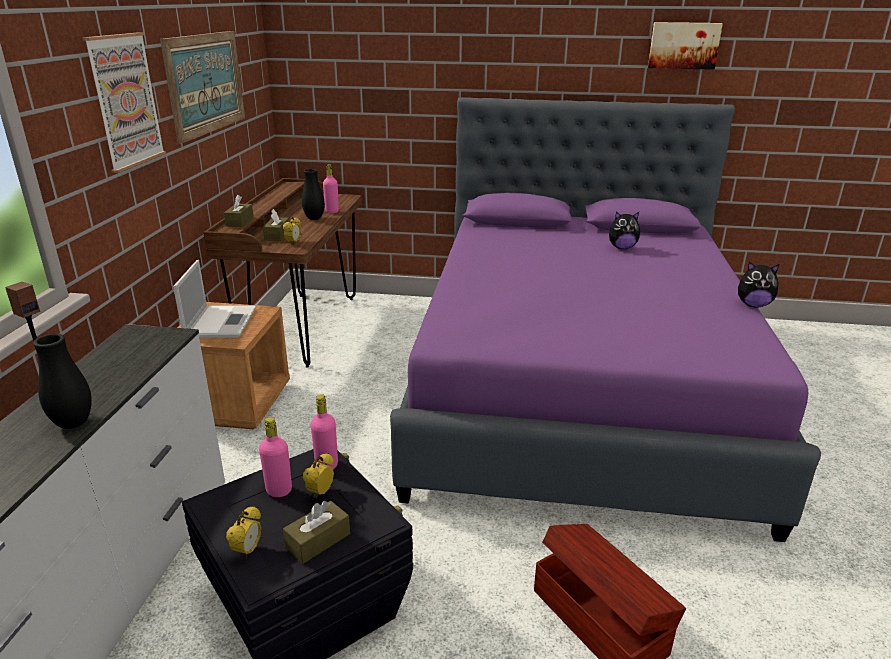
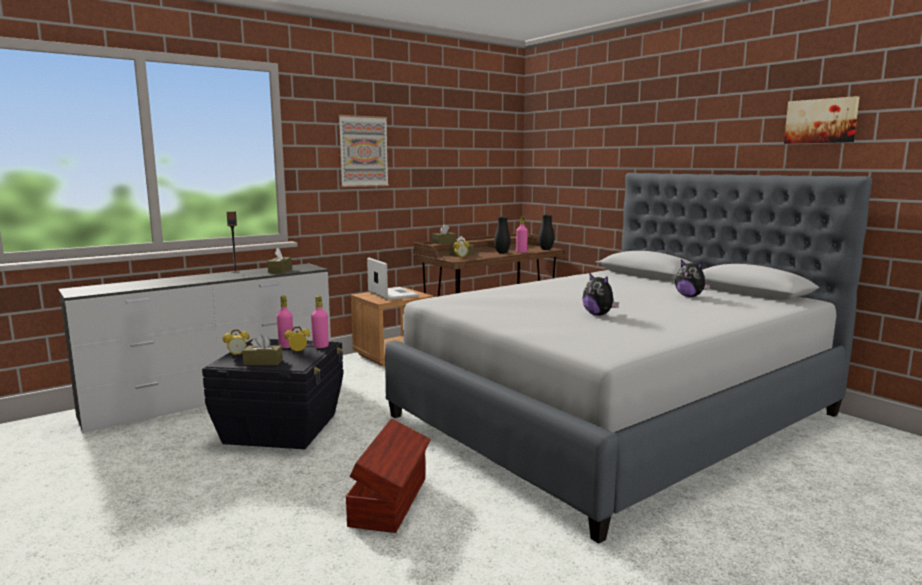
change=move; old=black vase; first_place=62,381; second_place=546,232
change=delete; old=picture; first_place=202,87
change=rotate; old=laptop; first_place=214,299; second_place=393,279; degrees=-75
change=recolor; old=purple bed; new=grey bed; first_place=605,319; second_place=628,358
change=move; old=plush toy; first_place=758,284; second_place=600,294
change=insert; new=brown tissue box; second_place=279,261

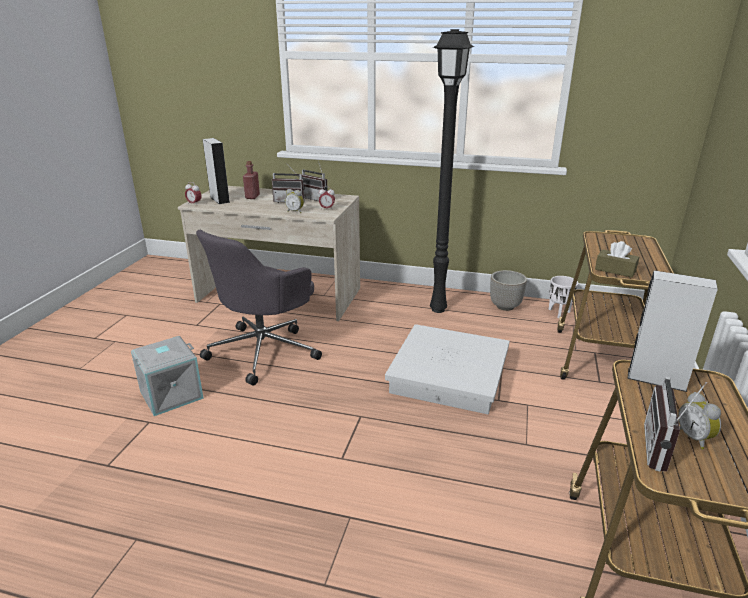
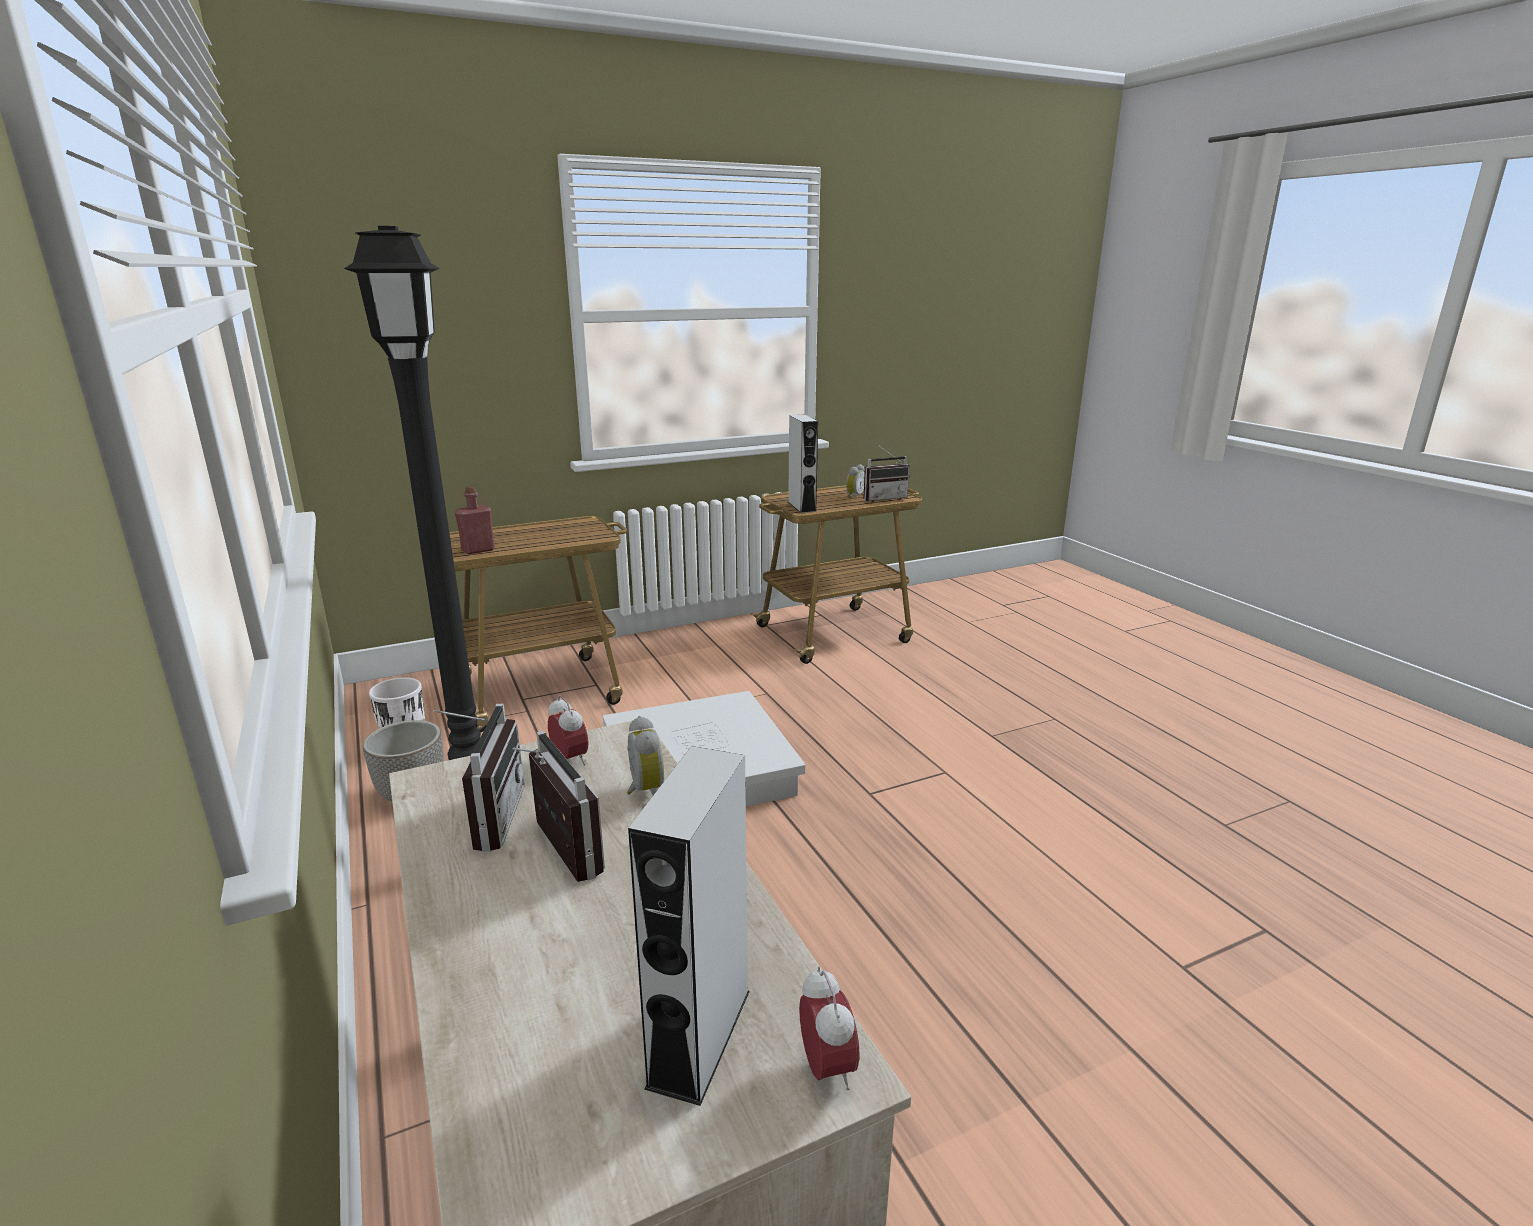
change=delete; old=grey storage box; first_place=167,376
change=delete; old=grey office chair; first_place=259,308
change=move; old=red bottle; first_place=251,180; second_place=475,520
change=delete; old=brown tissue box; first_place=617,259

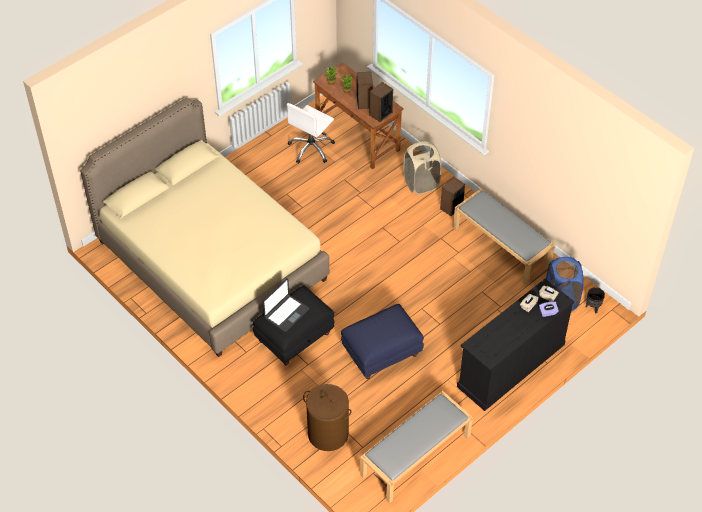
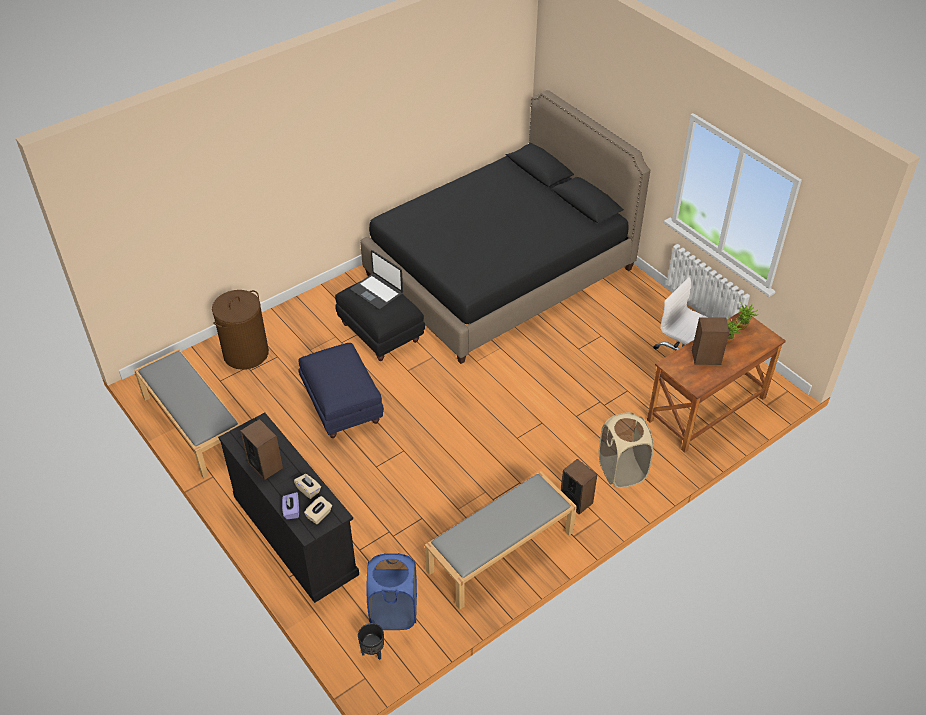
change=recolor; old=beige bed; new=black bed; first_place=204,227; second_place=505,227
change=move; old=speaker; first_place=381,102; second_place=261,449

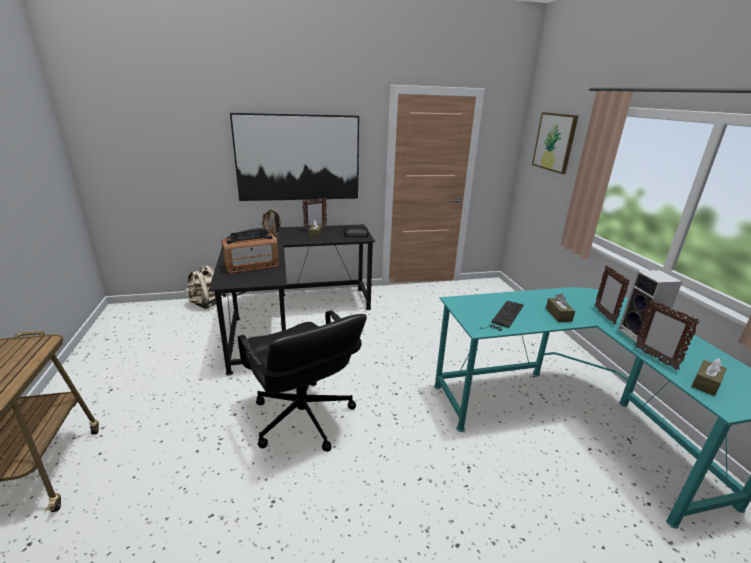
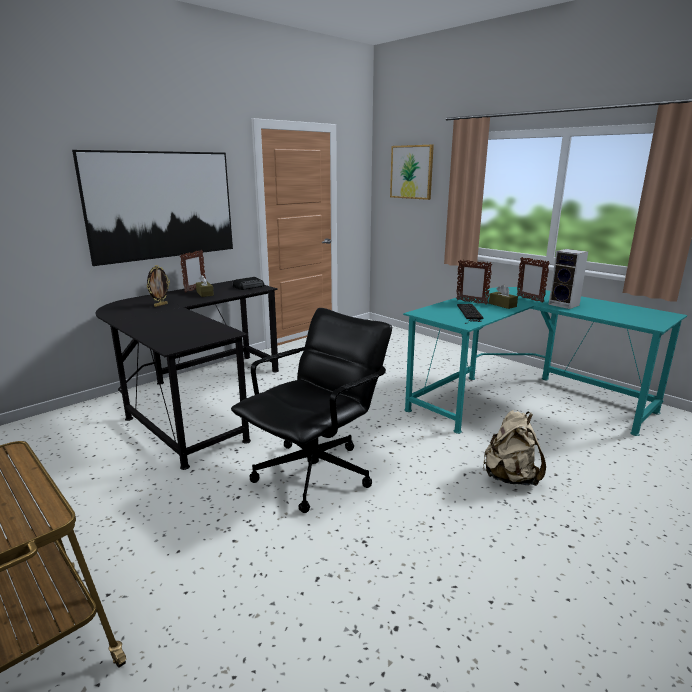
change=move; old=beige backpack; first_place=205,287; second_place=514,448
change=delete; old=radio; first_place=250,252
change=rotate; old=black office chair; first_place=302,381; second_place=311,410; degrees=-75
change=move; old=picture frame; first_place=667,335; second_place=474,282
change=delete; old=brown tissue box; first_place=709,377

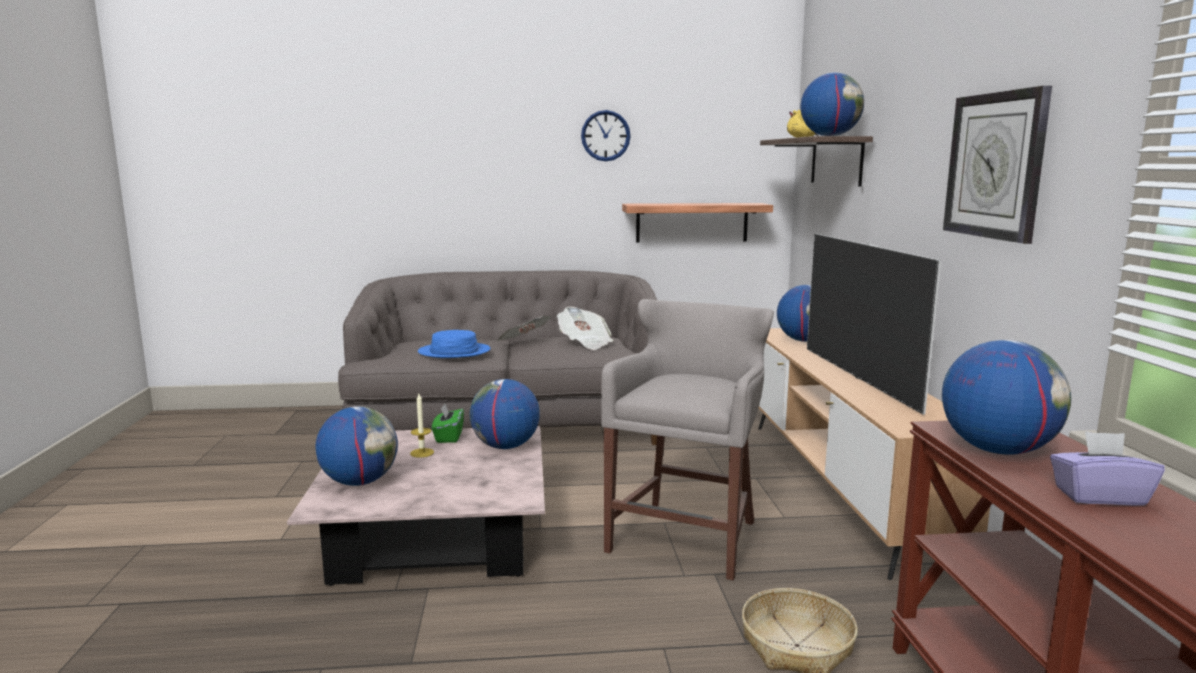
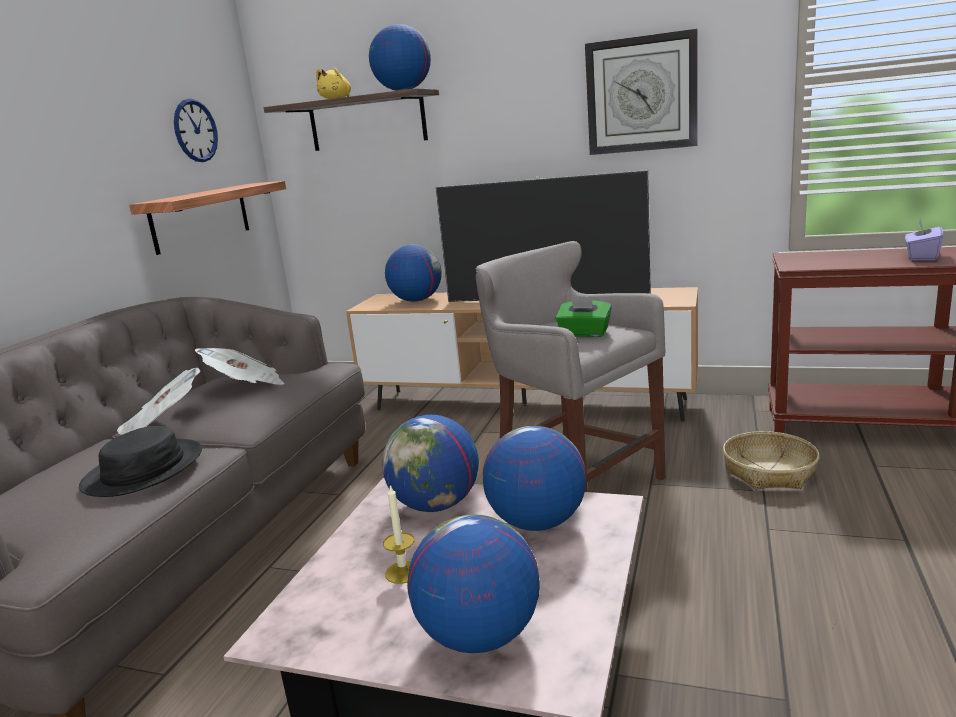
change=recolor; old=blue hat; new=black hat; first_place=454,344; second_place=140,461
change=move; old=green tissue box; first_place=448,423; second_place=583,316
change=move; old=wall clock; first_place=606,135; second_place=196,130
change=move; old=globe; first_place=1006,397; second_place=534,478

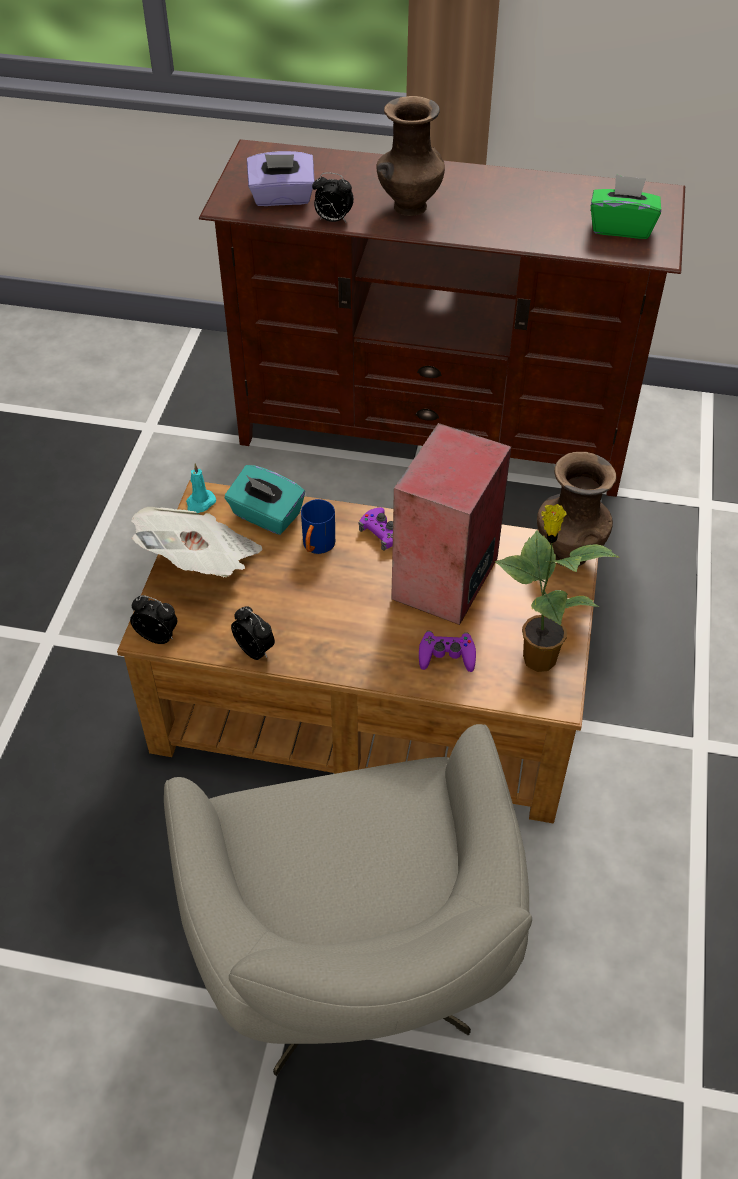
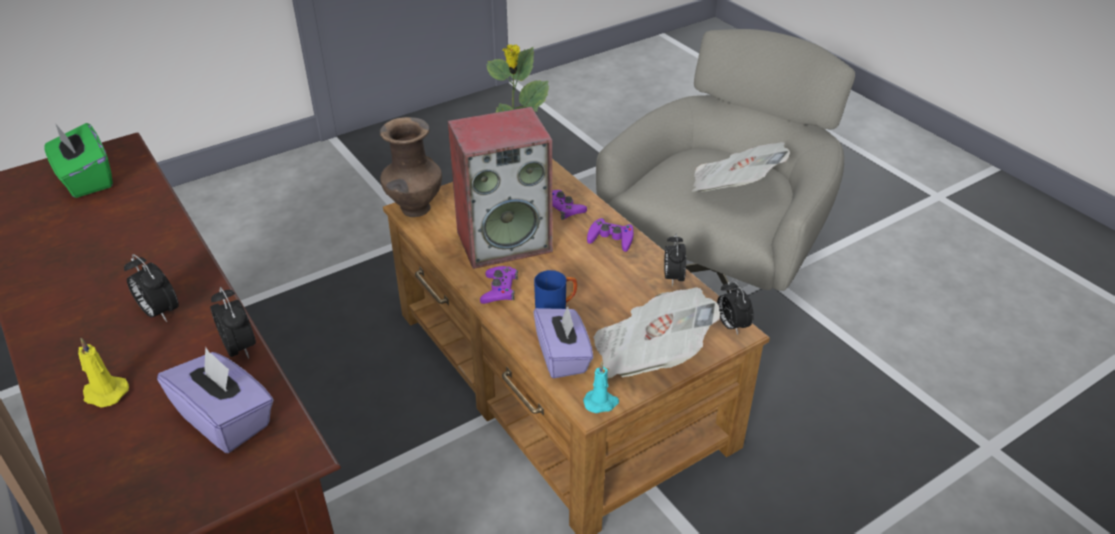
change=recolor; old=turquoise tissue box; new=purple tissue box; first_place=265,500; second_place=563,342
change=replace; old=brown vase; new=alarm clock; first_place=410,156; second_place=151,288
change=insert; new=yellow candle; second_place=103,372
change=insert; new=purple game controller; second_place=610,235
change=insert; new=newspaper; second_place=741,167

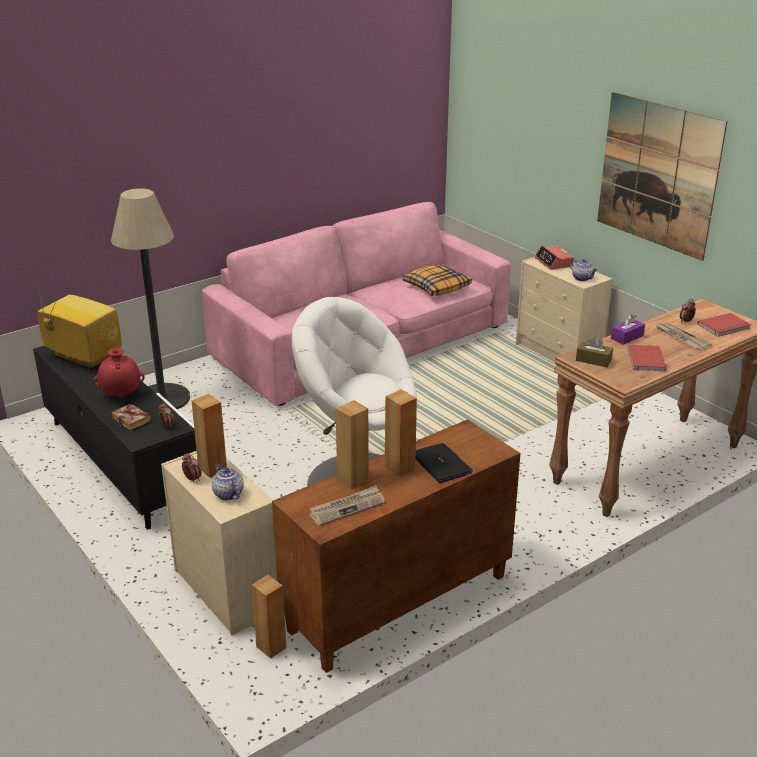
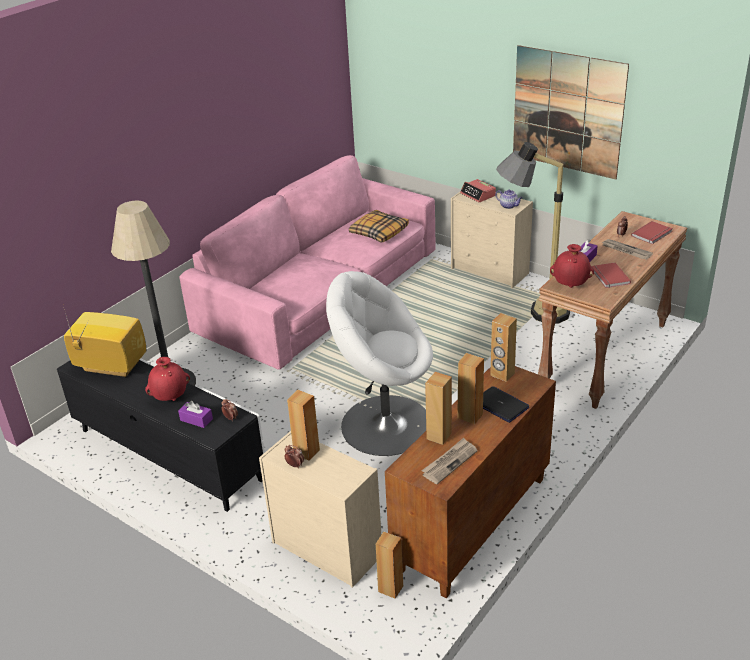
change=replace; old=book; new=purple tissue box; first_place=130,417; second_place=195,414
change=delete; old=teapot; first_place=228,481
change=replace; old=brown tissue box; new=red vase; first_place=594,351; second_place=572,266
change=insert; new=brown speaker; second_place=503,347
change=insert; new=floor lamp; second_place=533,233

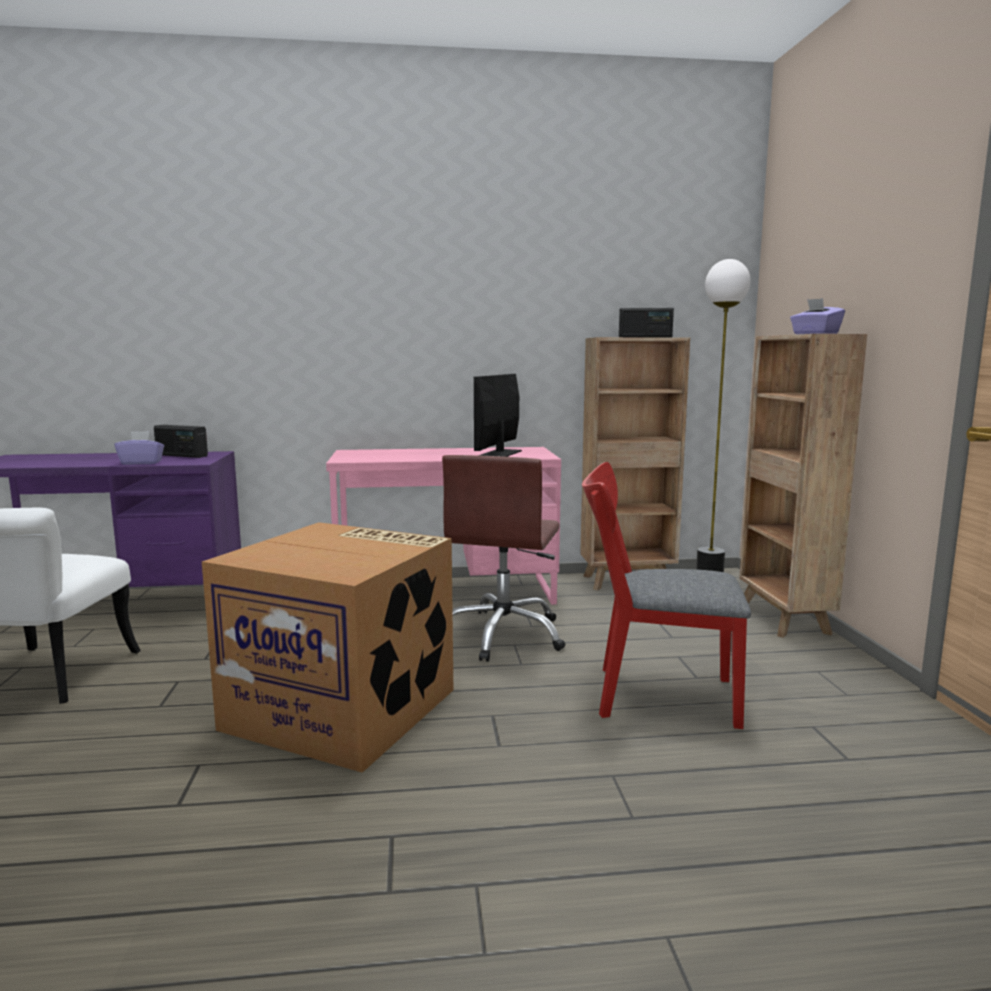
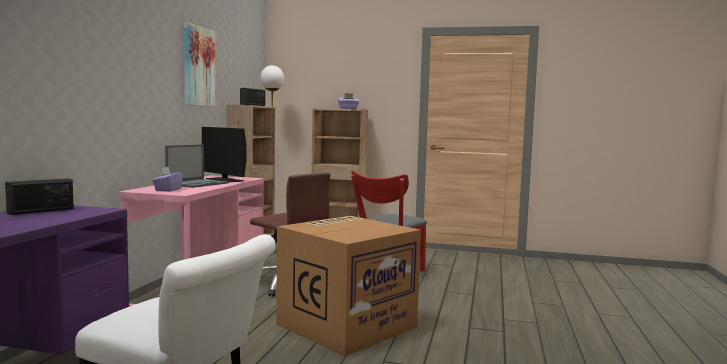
change=move; old=purple tissue box; first_place=139,448; second_place=167,179
change=insert; new=laptop; second_place=197,166
change=insert; new=picture; second_place=200,65

